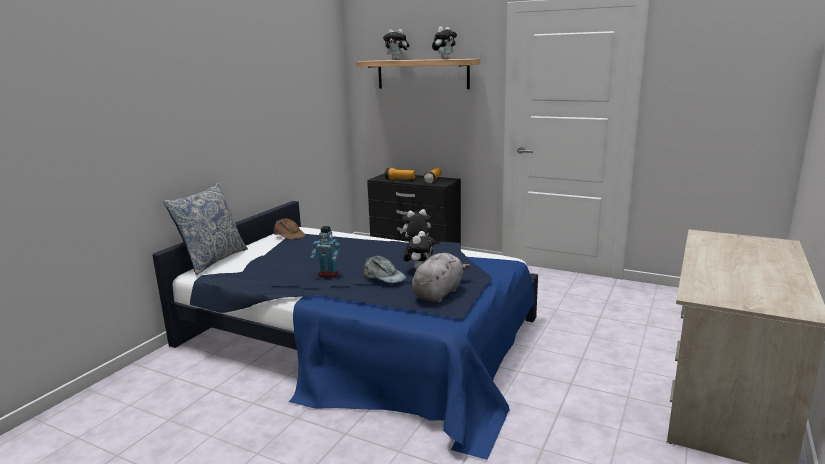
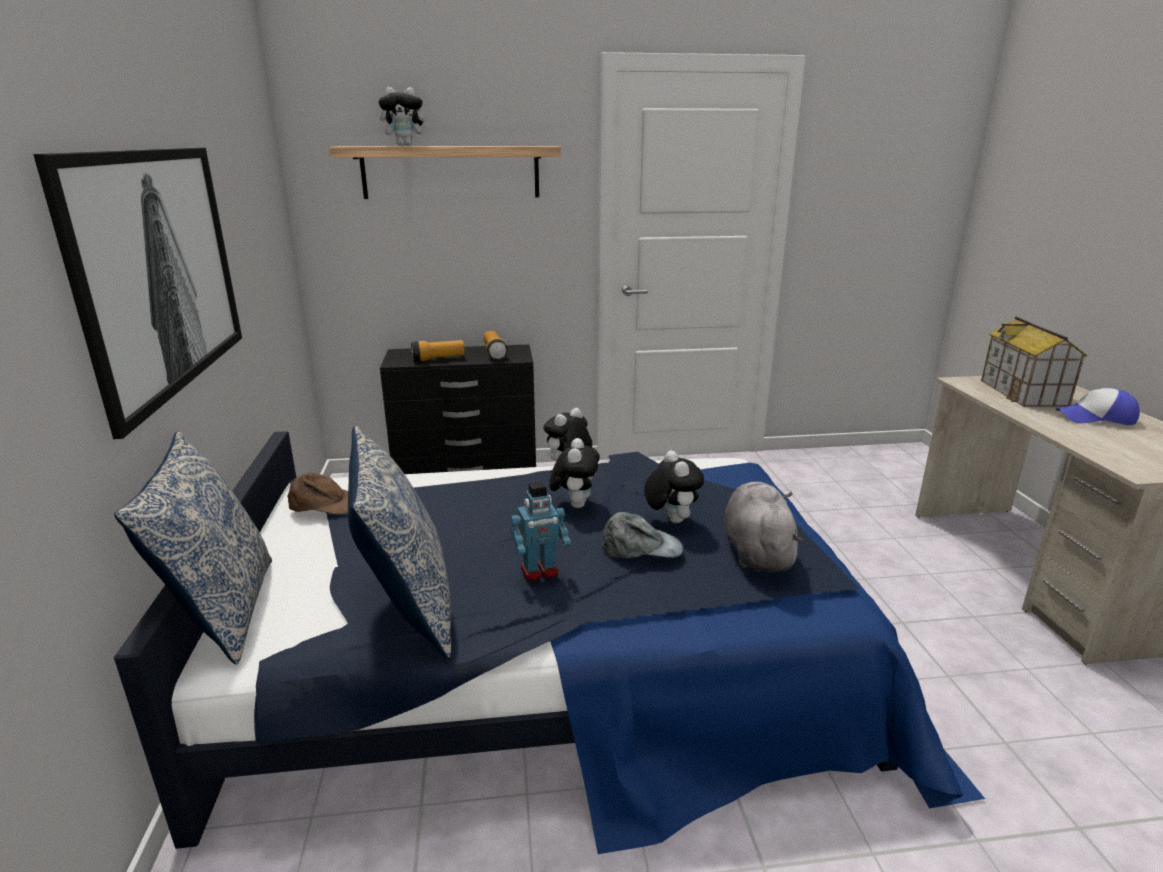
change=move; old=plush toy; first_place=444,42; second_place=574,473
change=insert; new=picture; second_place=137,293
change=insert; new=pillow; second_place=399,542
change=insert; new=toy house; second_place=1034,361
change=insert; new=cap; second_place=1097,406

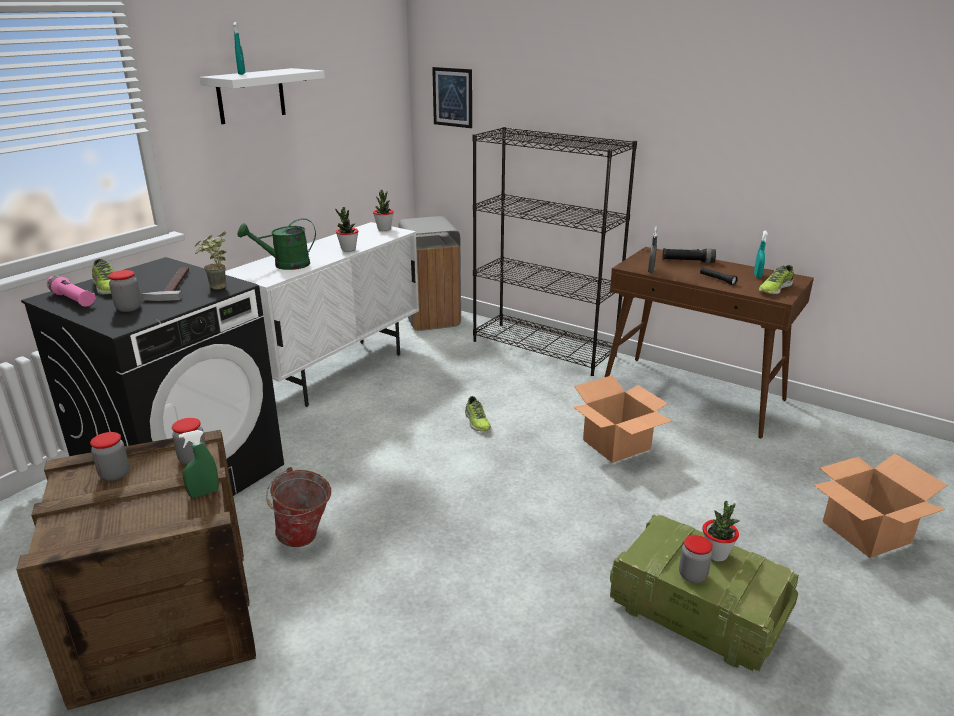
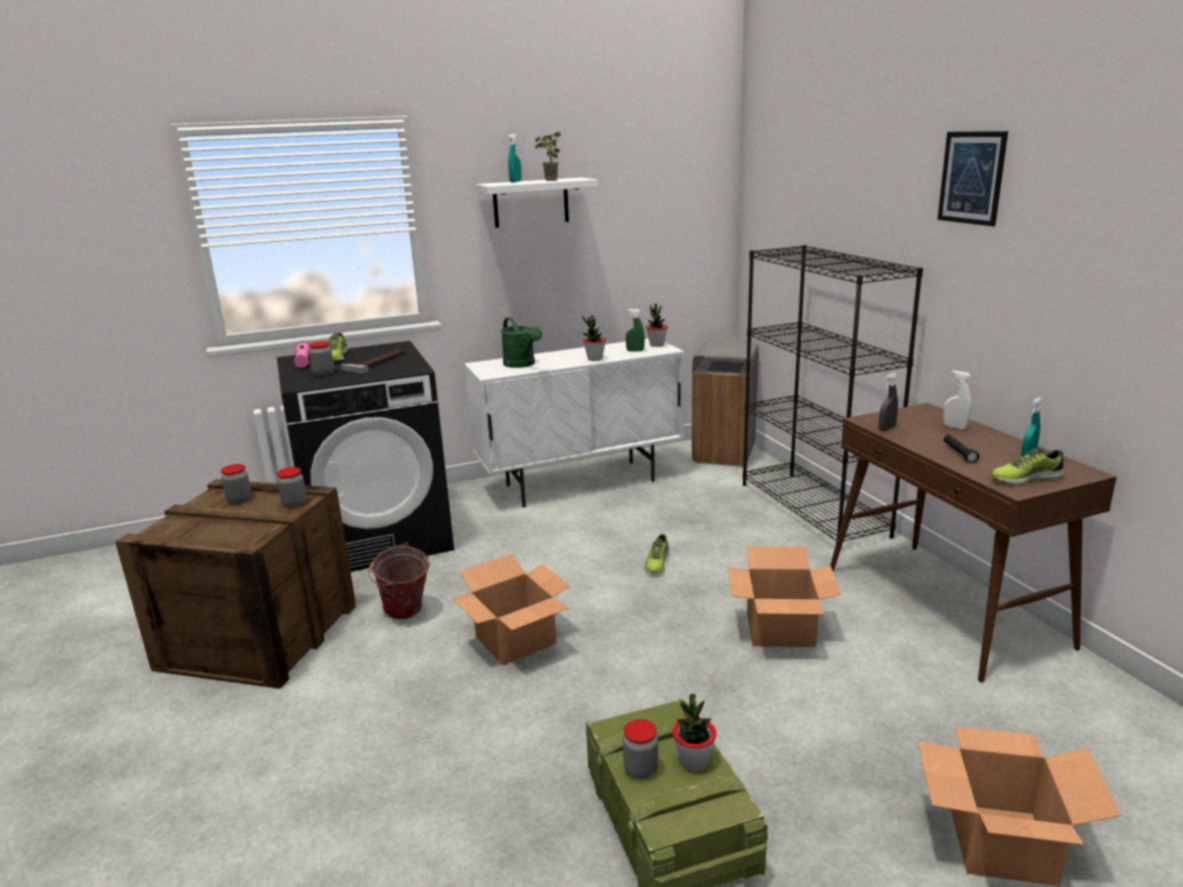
change=move; old=green spray bottle; first_place=199,463; second_place=635,330
change=move; old=potted plant; first_place=211,260; second_place=548,156
change=rotate; old=green watering can; first_place=276,244; second_place=521,342; degrees=-135
change=move; old=picture; first_place=452,97; second_place=973,178
change=replace; old=black flashlight; new=white spray bottle; first_place=689,255; second_place=957,400
change=insert; new=cardboard box; second_place=511,609

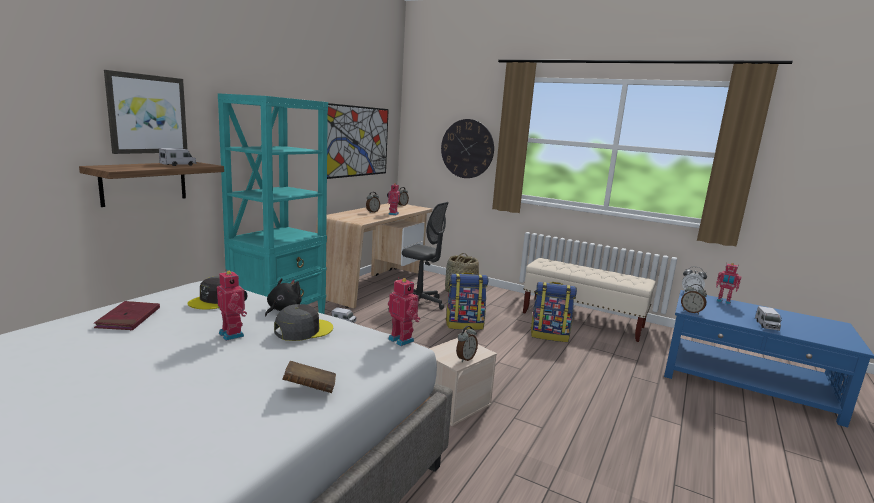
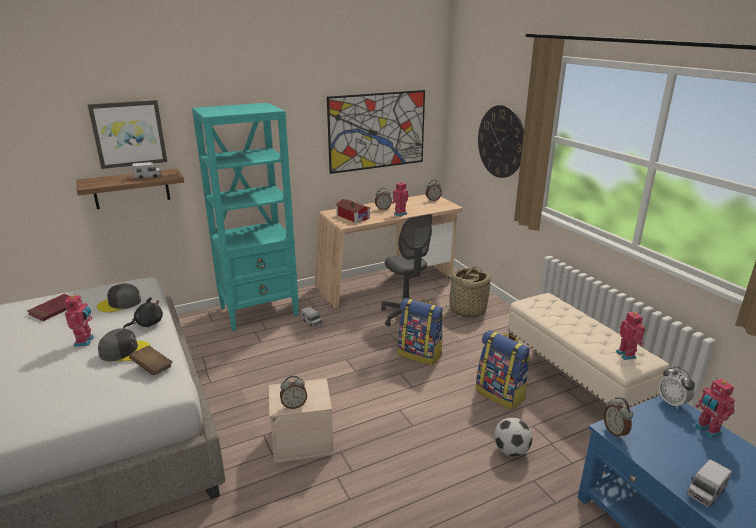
change=move; old=brown book; first_place=309,377; second_place=150,361
change=move; old=toy robot; first_place=404,311; second_place=630,335
change=insert; new=toy house; second_place=352,211
change=insert; new=football; second_place=513,437

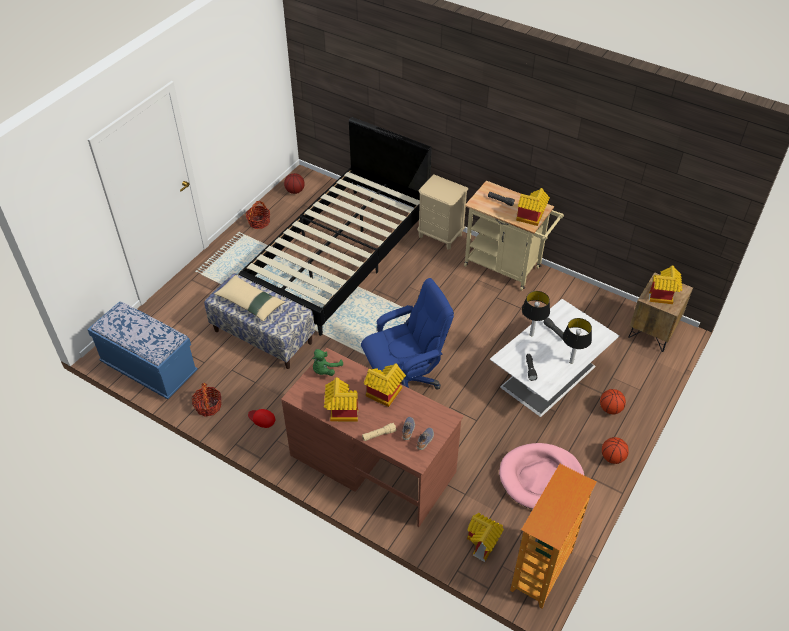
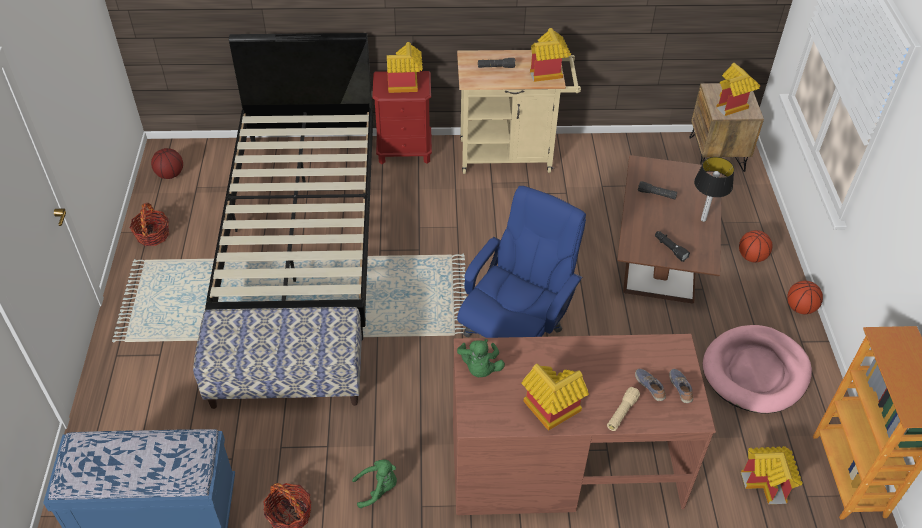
change=delete; old=beige pillow; first_place=249,298
change=replace; old=red cap; new=green plush toy; first_place=261,418; second_place=374,483
change=move; old=toy house; first_place=385,385; second_place=405,67
change=recolor; old=beige nightstand; new=red nightstand; first_place=442,212; second_place=402,117
change=recolor; old=white coffee table; new=brown coffee table; first_place=554,358; second_place=669,229
change=delete; old=table lamp; first_place=536,313

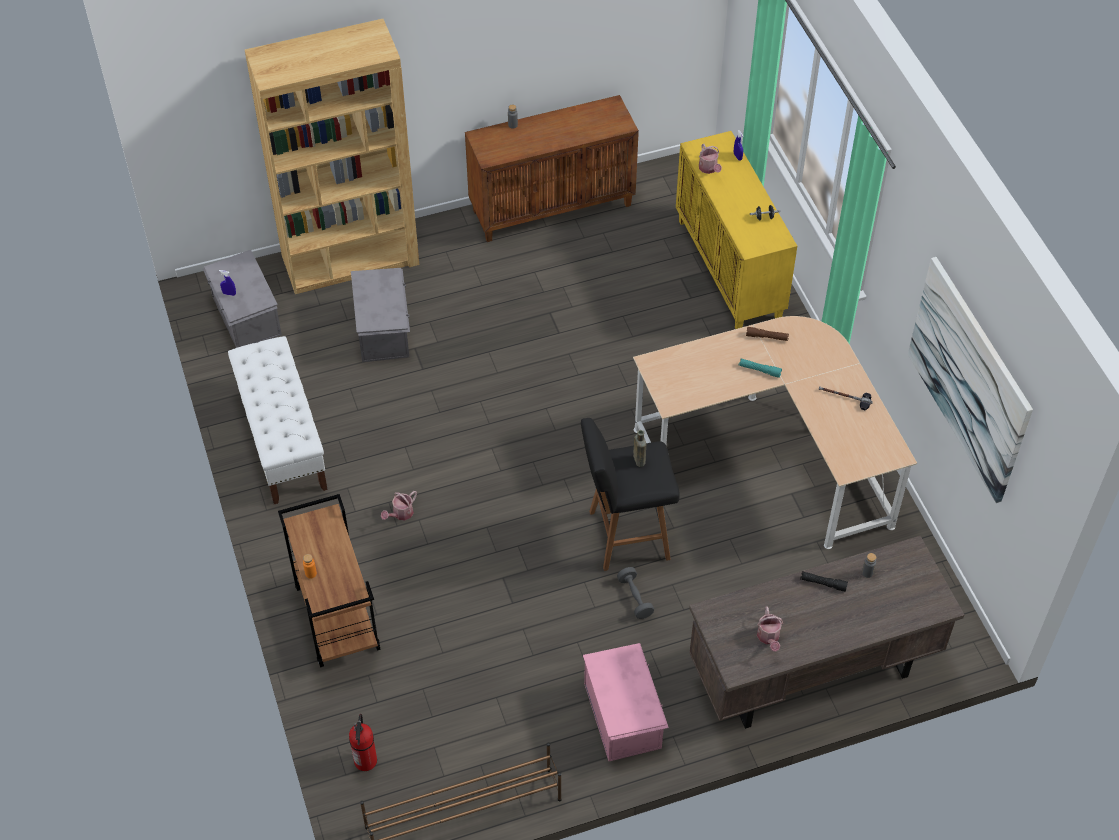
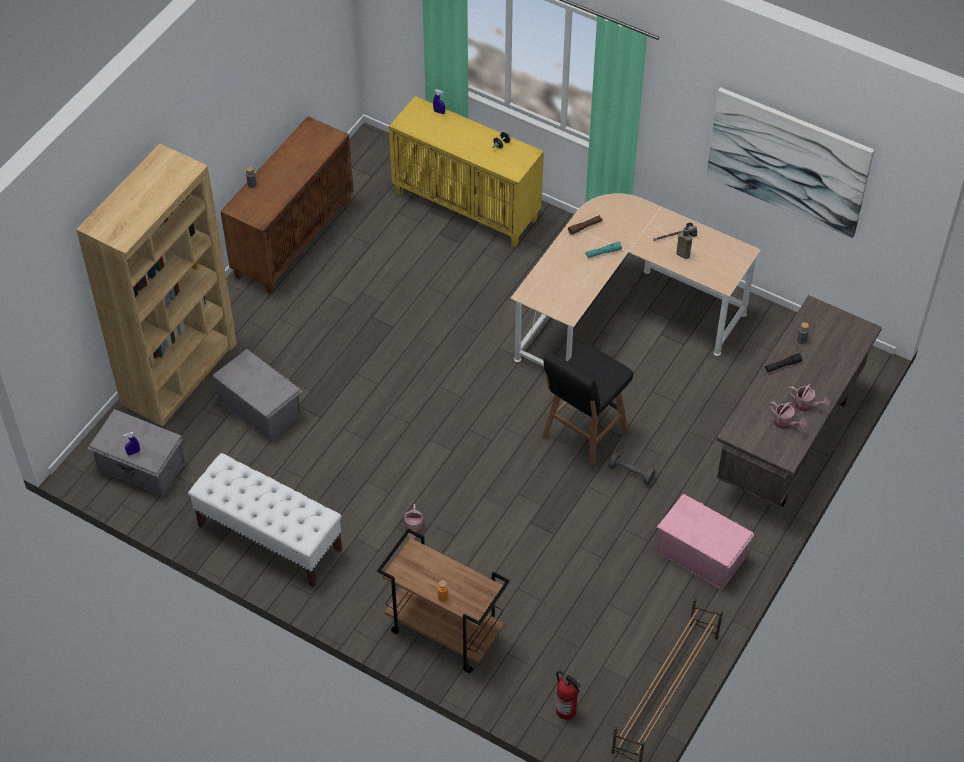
change=move; old=brown bottle; first_place=639,448; second_place=684,243
change=move; old=watering can; first_place=710,159; second_place=809,398

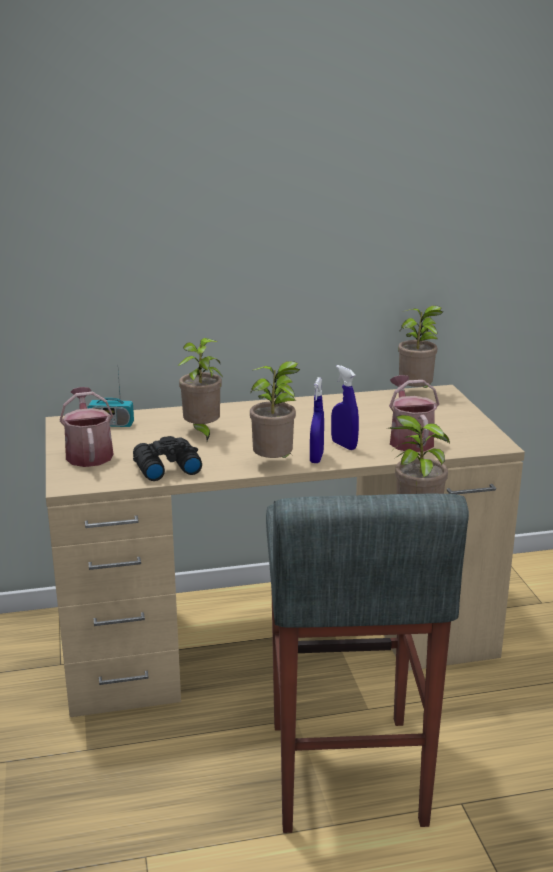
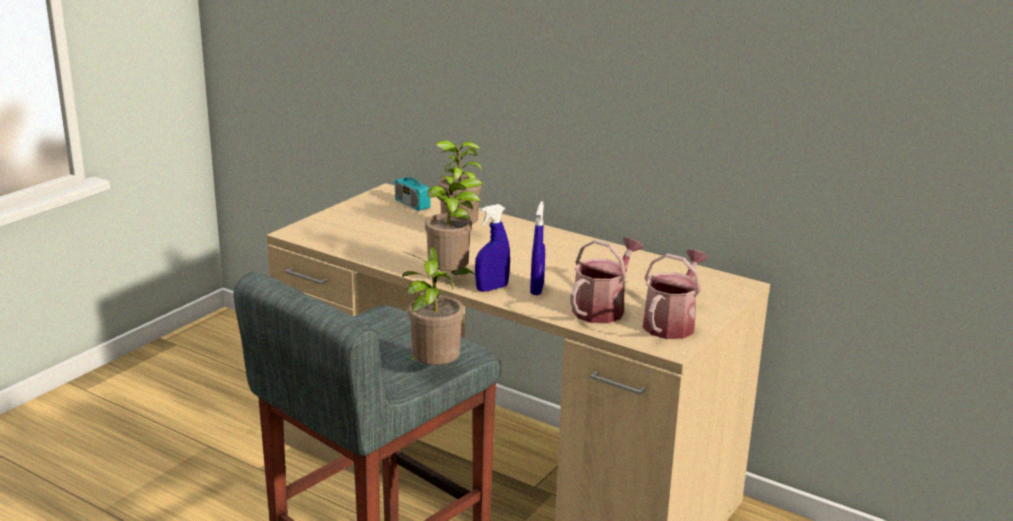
change=move; old=watering can; first_place=86,427; second_place=675,294
change=delete; old=black binoculars; first_place=167,458
change=delete; old=potted plant; first_place=420,346

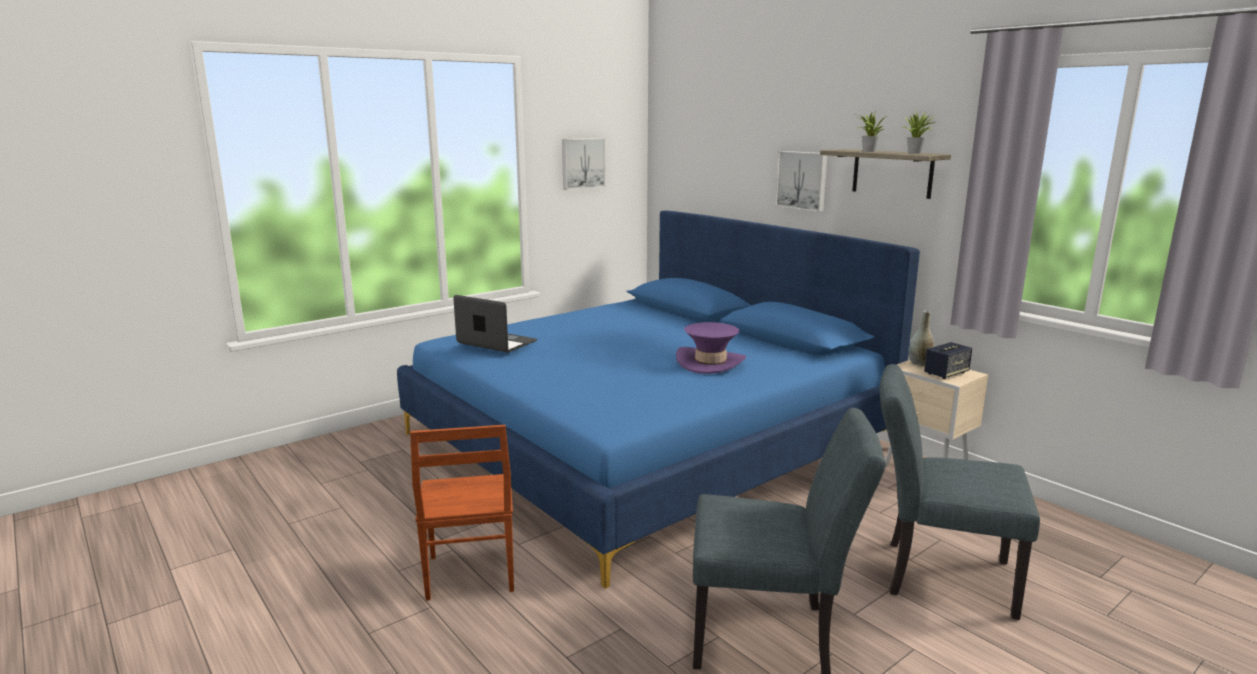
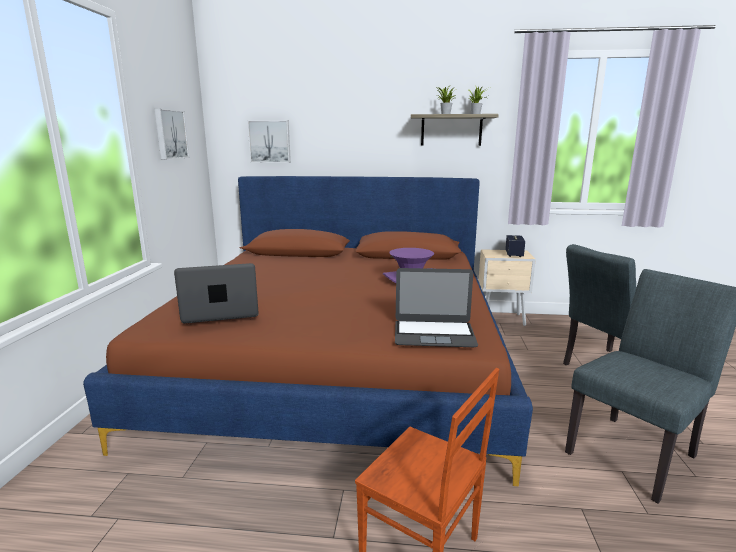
change=recolor; old=blue bed; new=brown bed; first_place=658,399; second_place=308,331
change=move; old=picture; first_place=801,181; second_place=269,141
change=delete; old=grey vase; first_place=921,338
change=insert; new=laptop; second_place=436,307

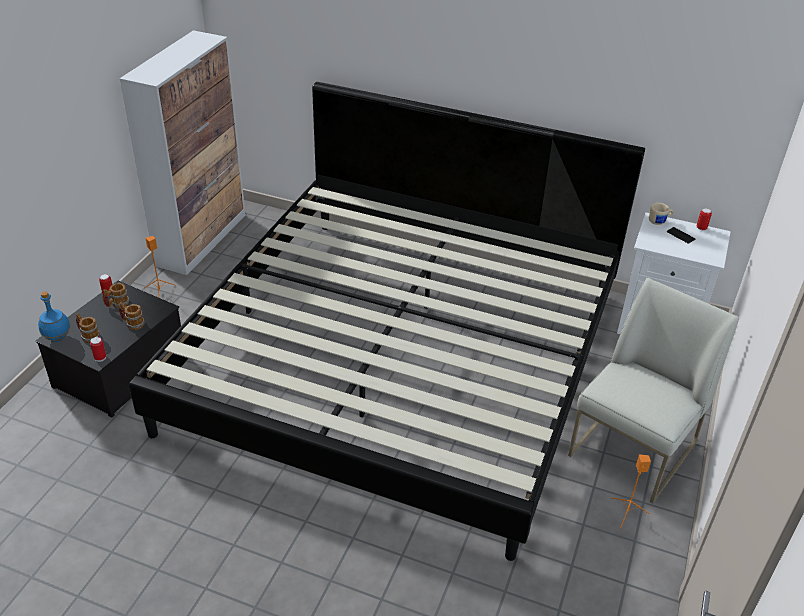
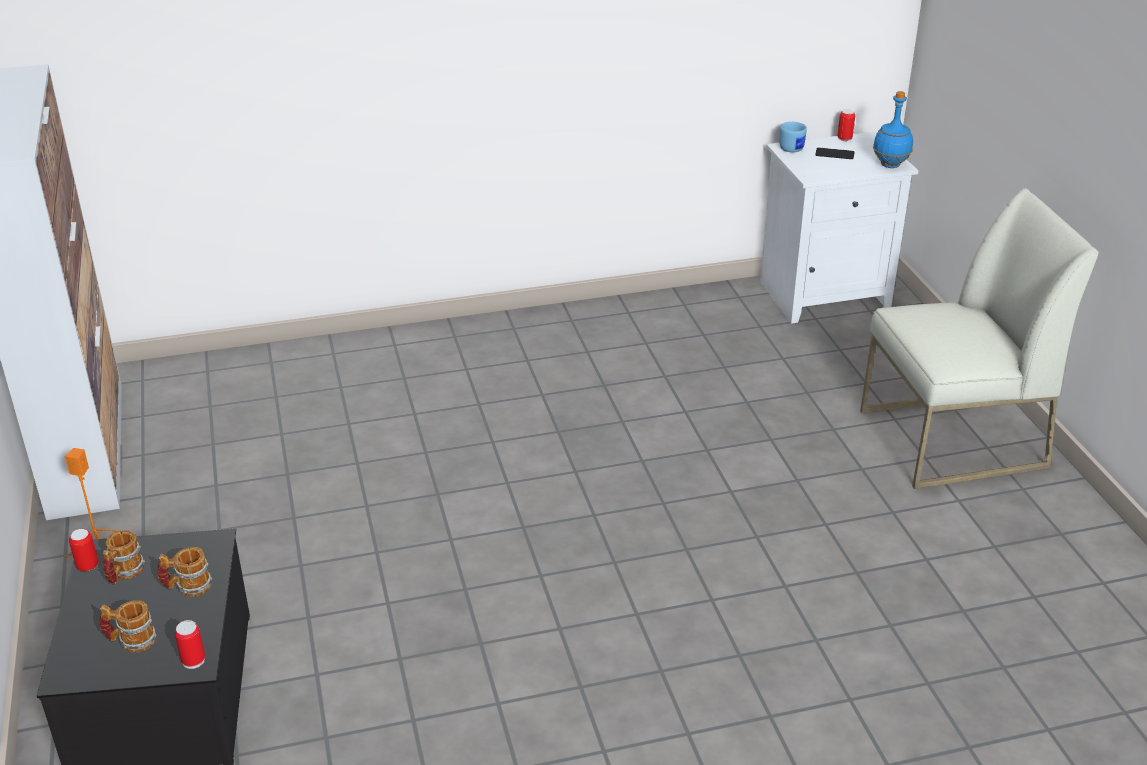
change=move; old=blue bottle; first_place=54,317; second_place=893,129
change=delete; old=bed; first_place=387,321
change=rotate; old=white chair; first_place=653,390; second_place=979,338; degrees=75
change=delete; old=orange speaker; first_place=631,492
change=recolor; old=beige mug; new=blue mug; first_place=661,214; second_place=793,137

